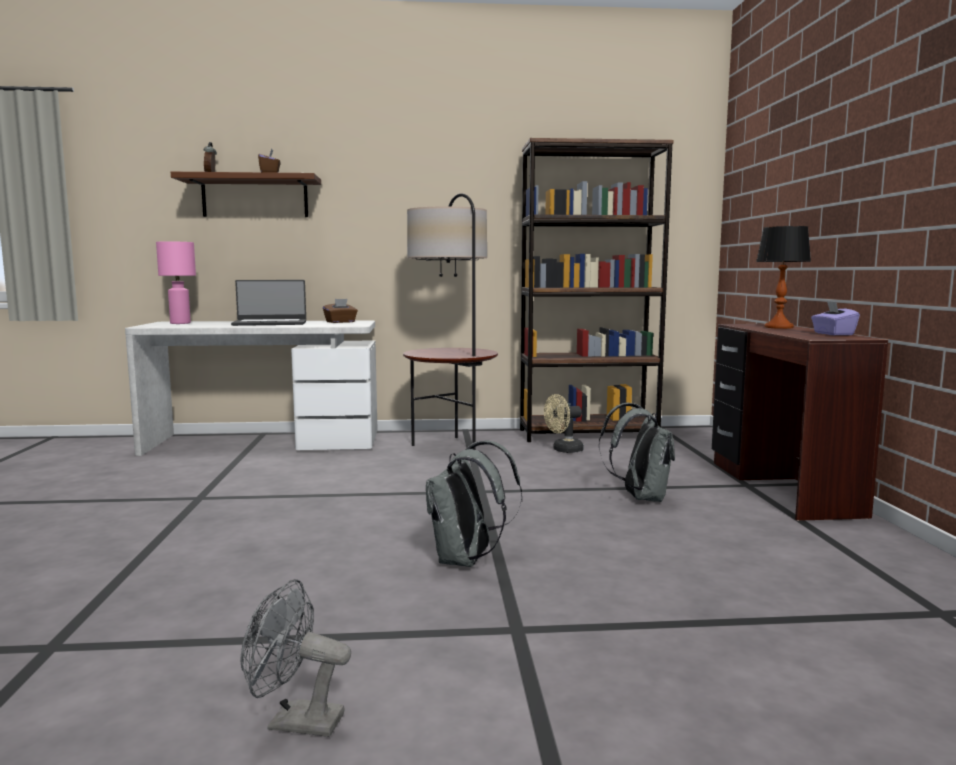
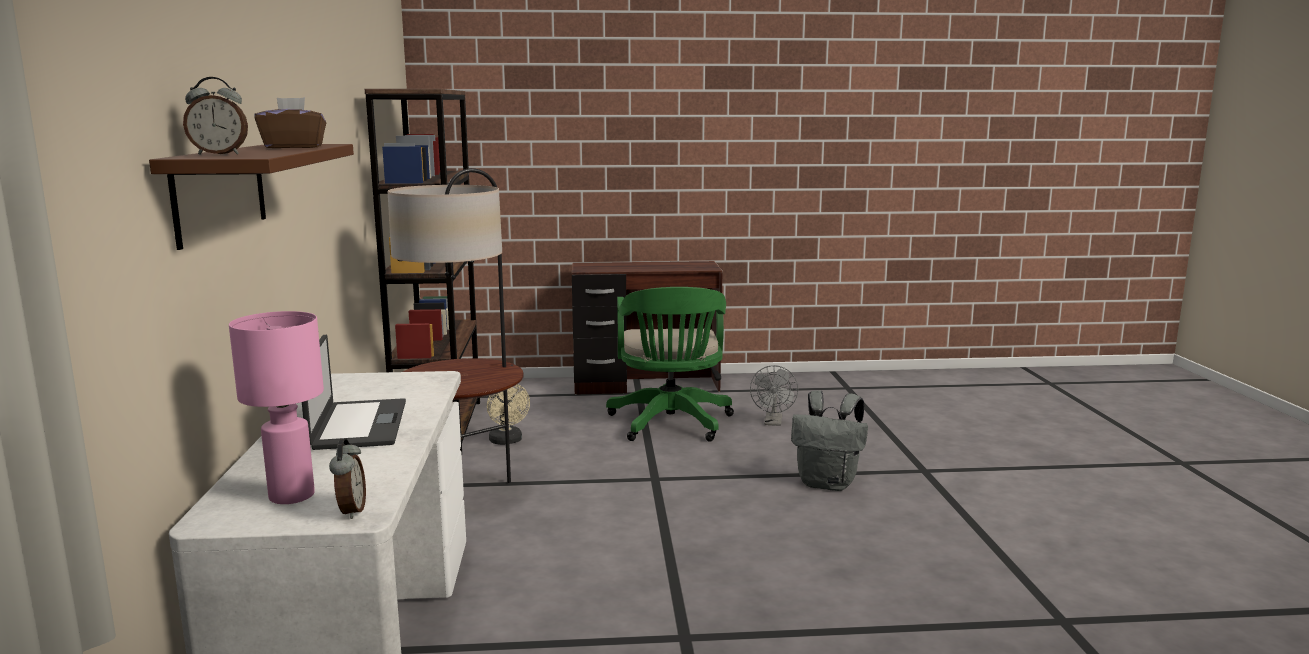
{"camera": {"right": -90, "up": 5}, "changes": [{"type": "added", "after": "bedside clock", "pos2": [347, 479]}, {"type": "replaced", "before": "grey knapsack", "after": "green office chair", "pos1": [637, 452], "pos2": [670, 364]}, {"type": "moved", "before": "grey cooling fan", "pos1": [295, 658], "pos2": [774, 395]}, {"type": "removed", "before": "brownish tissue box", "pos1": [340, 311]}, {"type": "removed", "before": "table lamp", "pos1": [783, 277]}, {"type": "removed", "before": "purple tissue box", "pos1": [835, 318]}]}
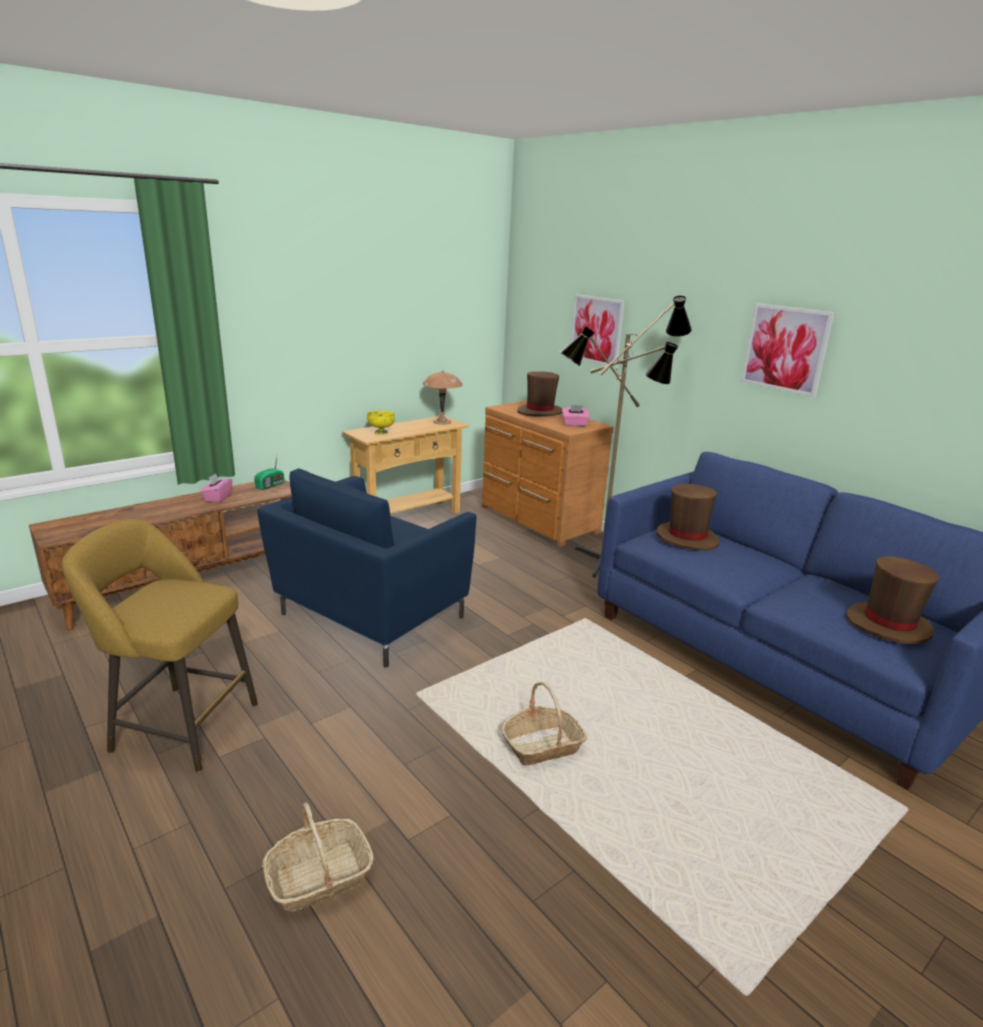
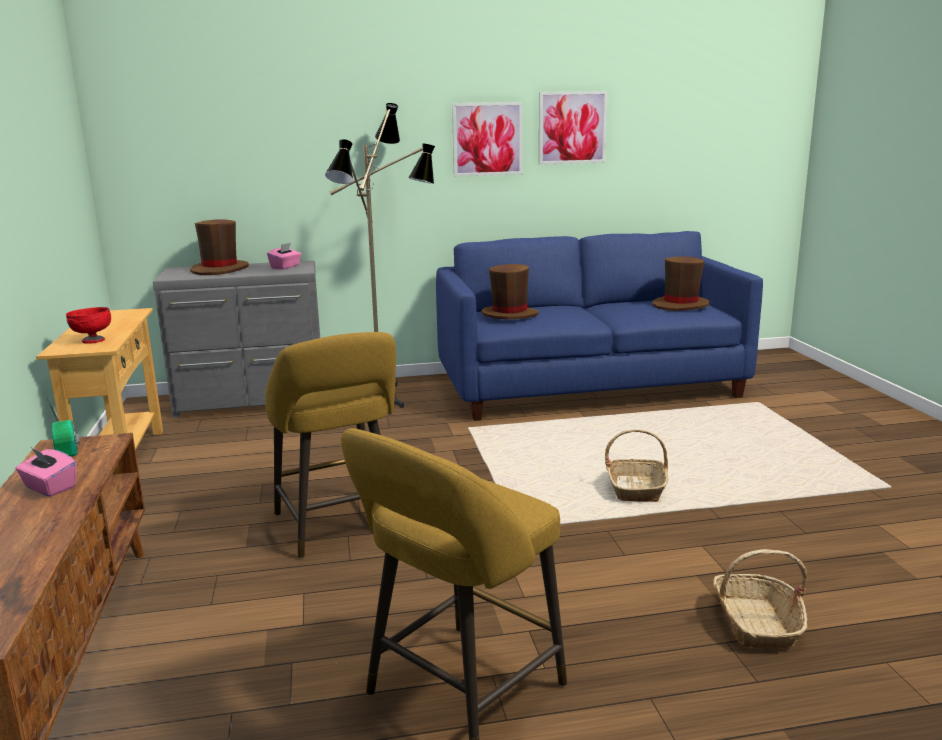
{"camera": {"right": -60, "up": -5}, "changes": [{"type": "recoloured", "before": "yellow-coloured serving bowl", "after": "reddish serving bowl", "pos1": [381, 423], "pos2": [88, 325]}, {"type": "recoloured", "before": "brownish drawer chest", "after": "grey drawer chest", "pos1": [548, 474], "pos2": [236, 339]}, {"type": "replaced", "before": "blue easy chair", "after": "yellow-coloured sitting stool", "pos1": [366, 567], "pos2": [330, 445]}, {"type": "moved", "before": "wall picture", "pos1": [598, 331], "pos2": [573, 128]}, {"type": "removed", "before": "brownish table lamp", "pos1": [443, 397]}]}
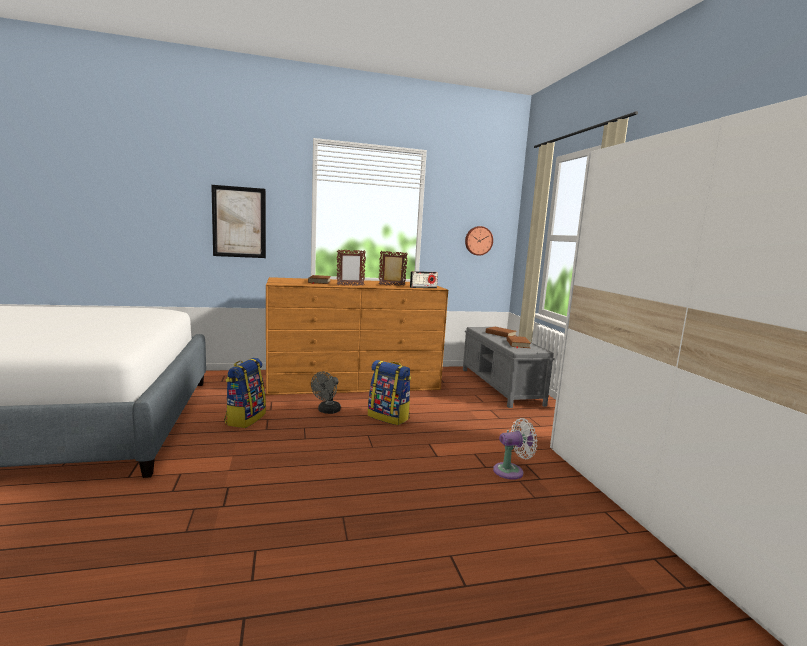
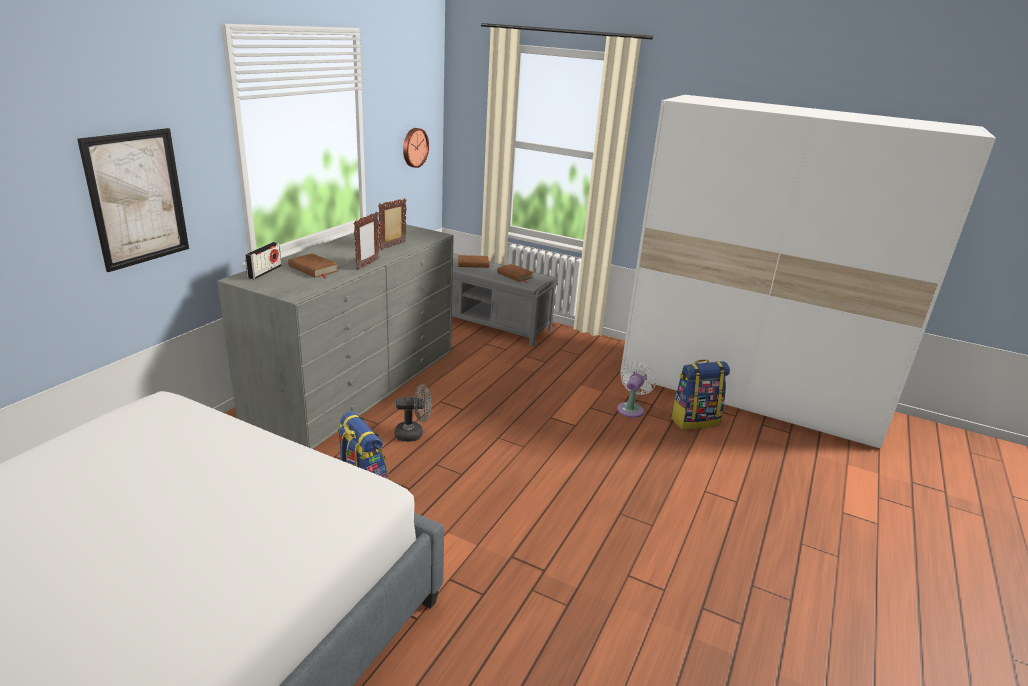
{"camera": {"right": -50, "up": 15}, "changes": [{"type": "recoloured", "before": "brownish drawer chest", "after": "grey drawer chest", "pos1": [357, 336], "pos2": [335, 336]}, {"type": "moved", "before": "radio receiver", "pos1": [424, 279], "pos2": [263, 260]}, {"type": "turned", "before": "grey cooling fan", "pos1": [326, 393], "pos2": [413, 413], "turn": -75}, {"type": "moved", "before": "knapsack", "pos1": [389, 392], "pos2": [700, 395]}]}
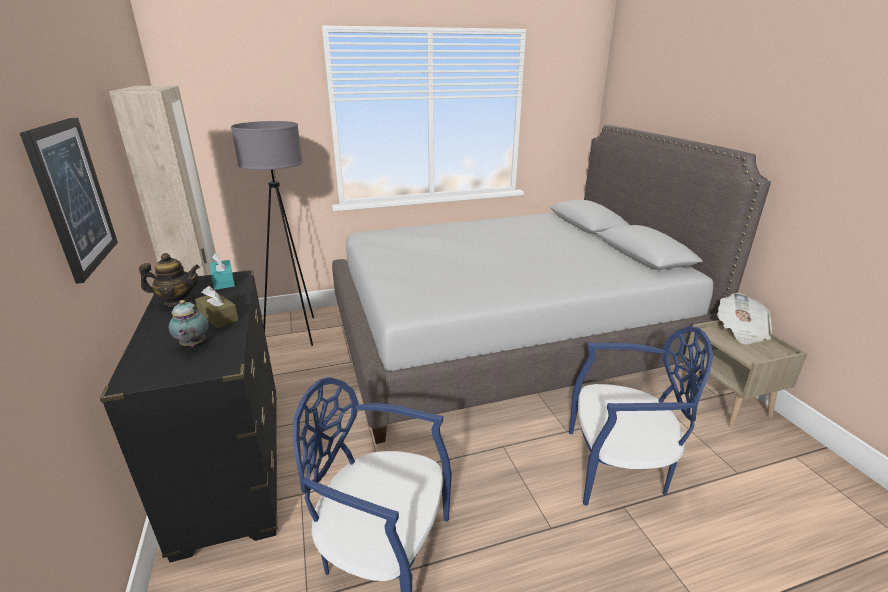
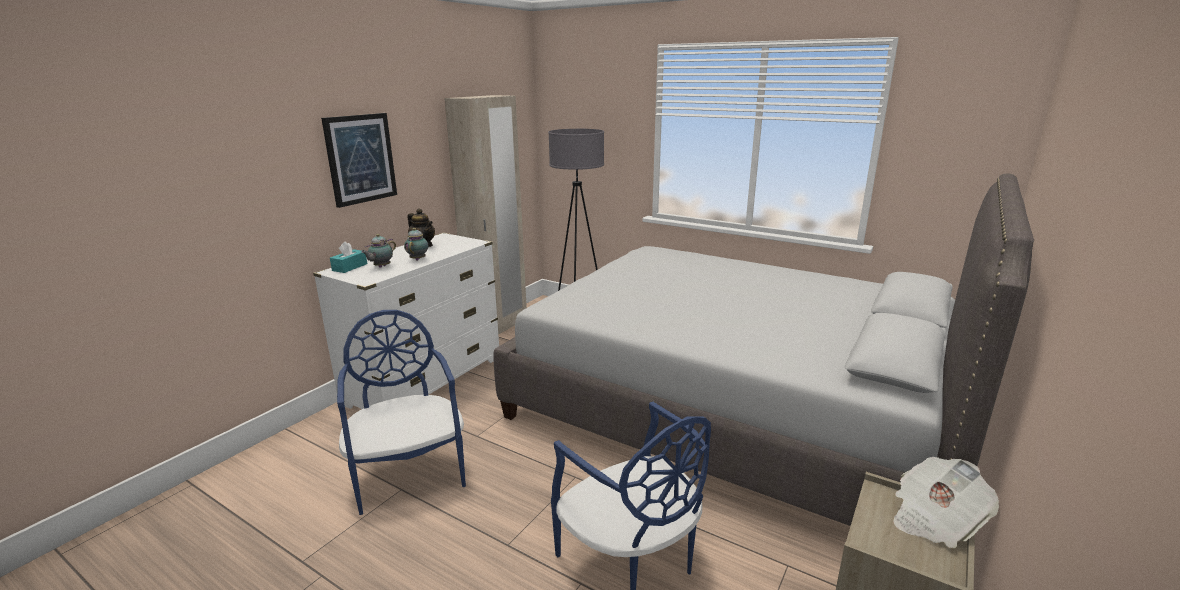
{"camera": {"right": 50, "up": -5}, "changes": [{"type": "recoloured", "before": "black drawer chest", "after": "white-coloured drawer chest", "pos1": [189, 416], "pos2": [406, 320]}, {"type": "moved", "before": "turquoise tissue box", "pos1": [222, 271], "pos2": [348, 257]}, {"type": "replaced", "before": "brownish tissue box", "after": "pot for tea", "pos1": [217, 307], "pos2": [416, 244]}]}
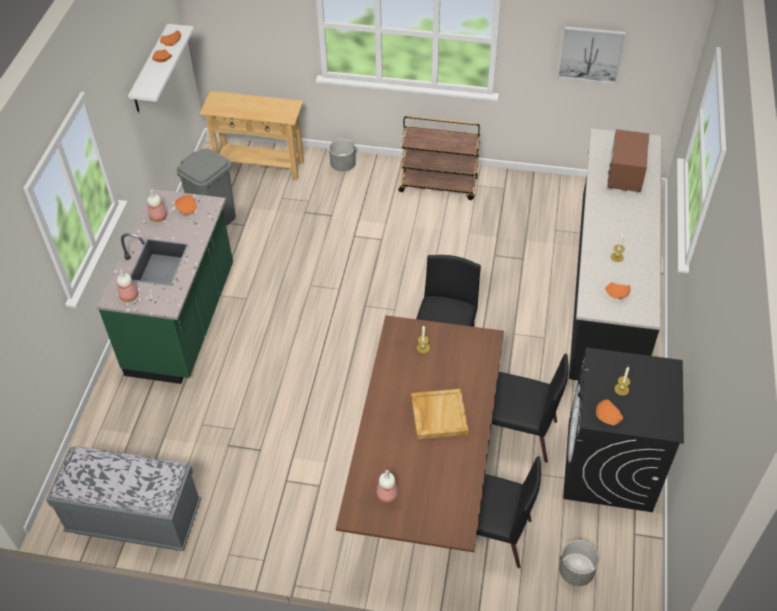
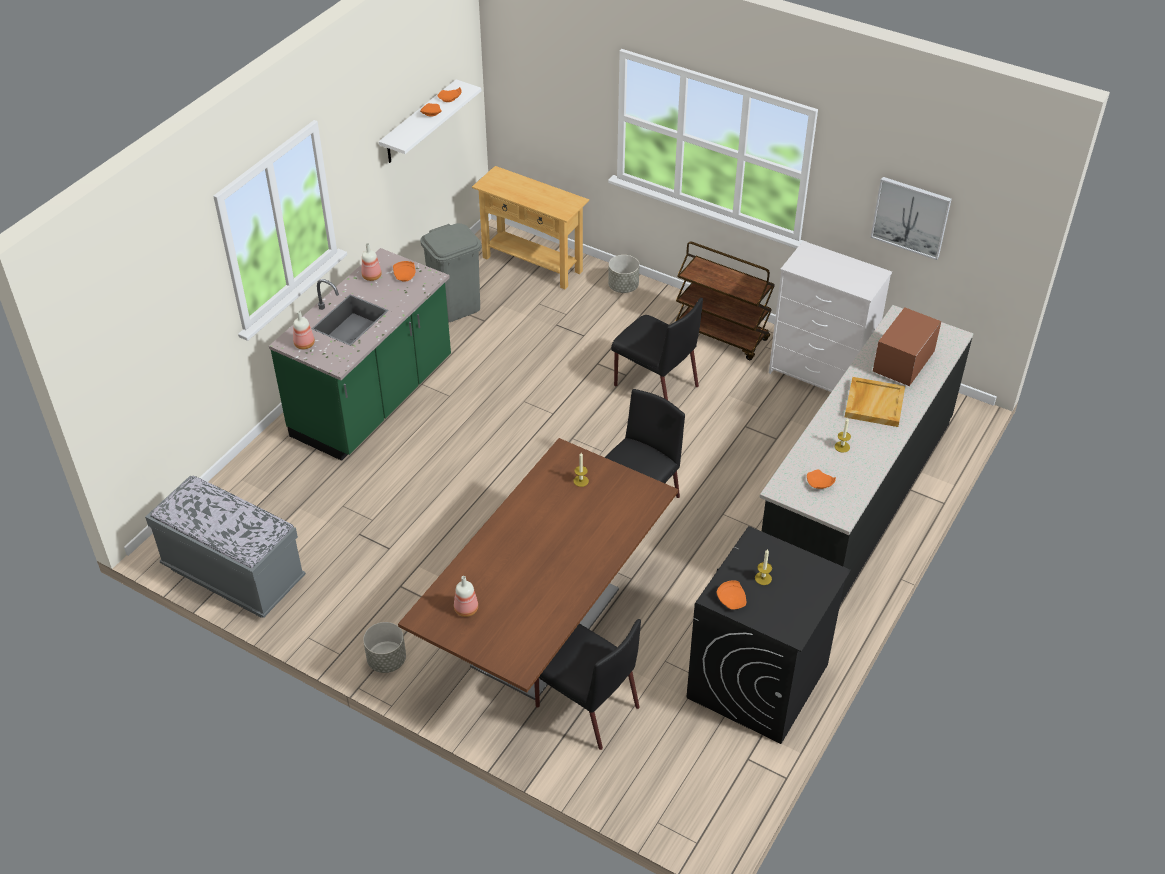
{"camera": {"right": 20, "up": -5}, "changes": [{"type": "moved", "before": "grey planter", "pos1": [579, 563], "pos2": [384, 647]}, {"type": "moved", "before": "black plain chair", "pos1": [530, 408], "pos2": [657, 349]}, {"type": "added", "after": "white-coloured drawer chest", "pos2": [830, 316]}, {"type": "moved", "before": "beige-coloured tray", "pos1": [439, 414], "pos2": [875, 402]}]}
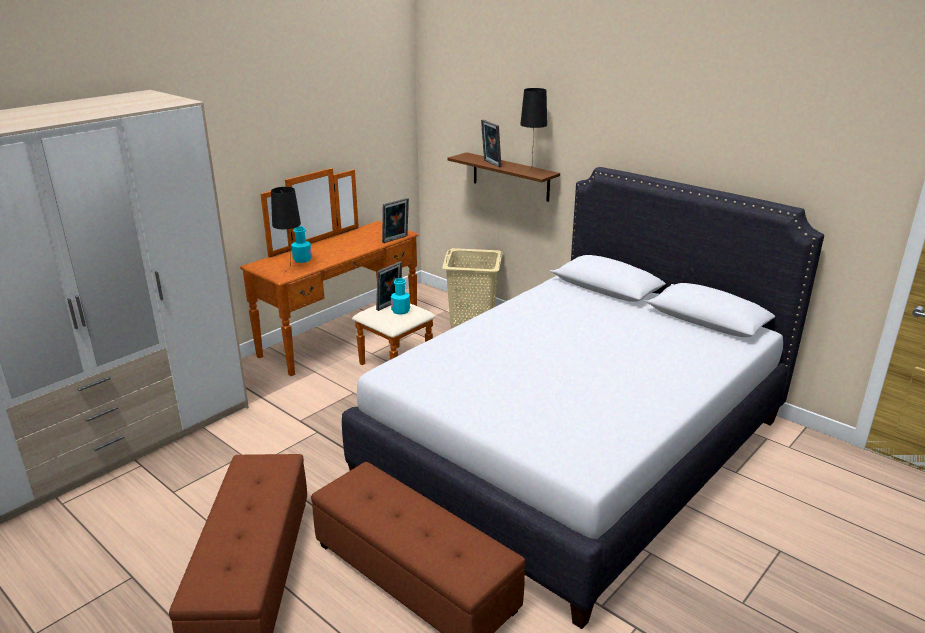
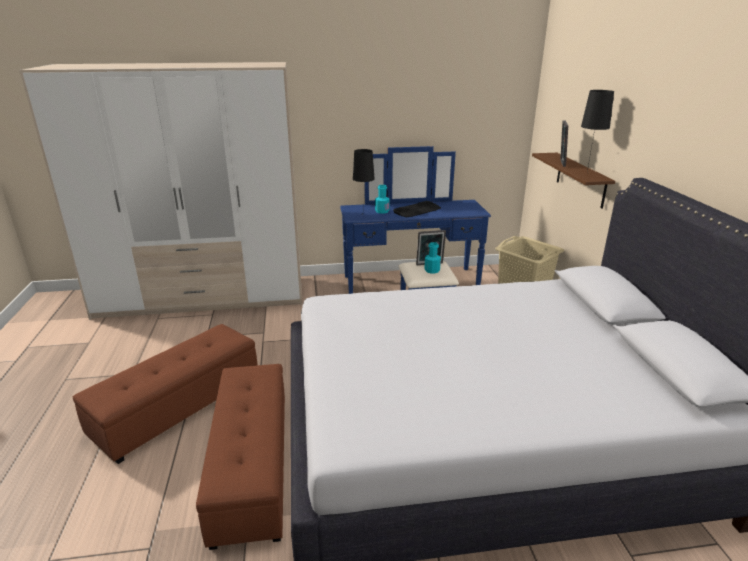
{"camera": {"right": 40, "up": 0}, "changes": [{"type": "recoloured", "before": "brownish drawer chest", "after": "blue drawer chest", "pos1": [337, 272], "pos2": [415, 220]}, {"type": "added", "after": "computer keyboard", "pos2": [417, 209]}, {"type": "removed", "before": "picture frame", "pos1": [395, 220]}]}
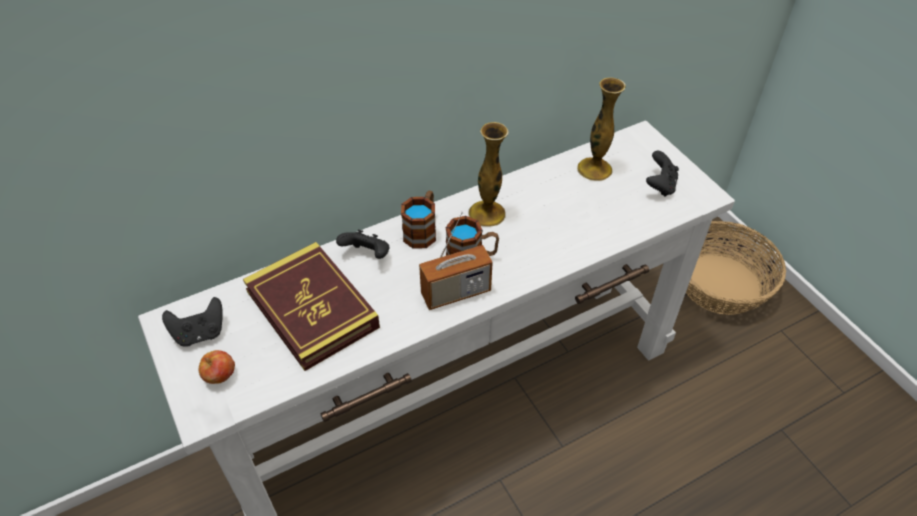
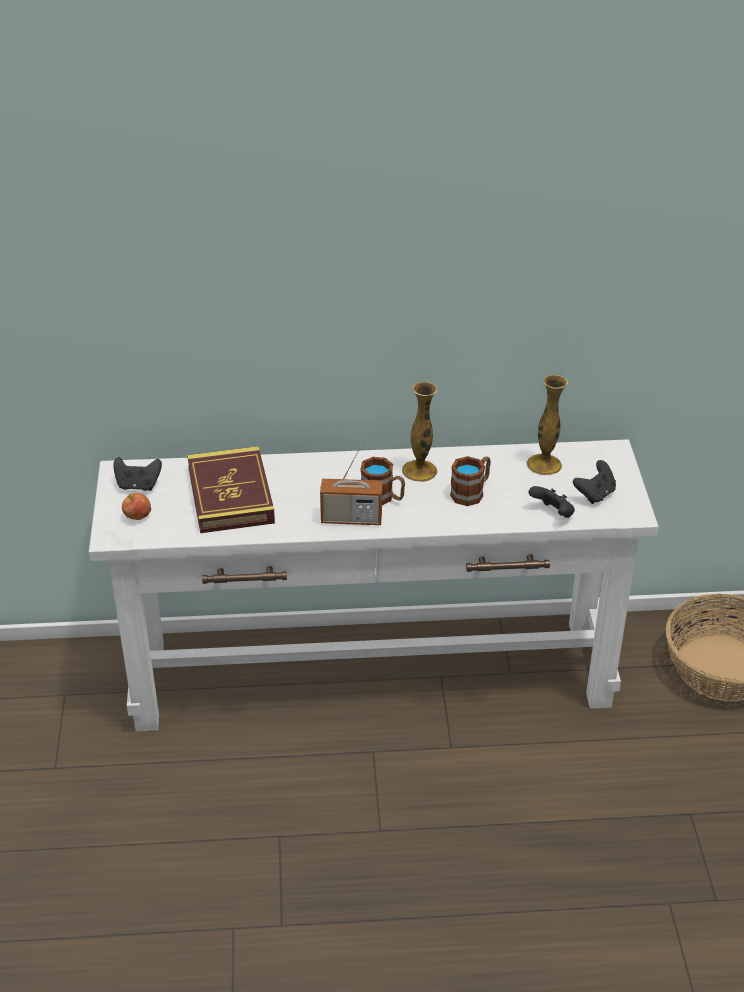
{"camera": {"right": 25, "up": -10}, "changes": [{"type": "moved", "before": "coffee mug", "pos1": [418, 220], "pos2": [470, 481]}, {"type": "moved", "before": "black joypad", "pos1": [362, 244], "pos2": [551, 502]}]}
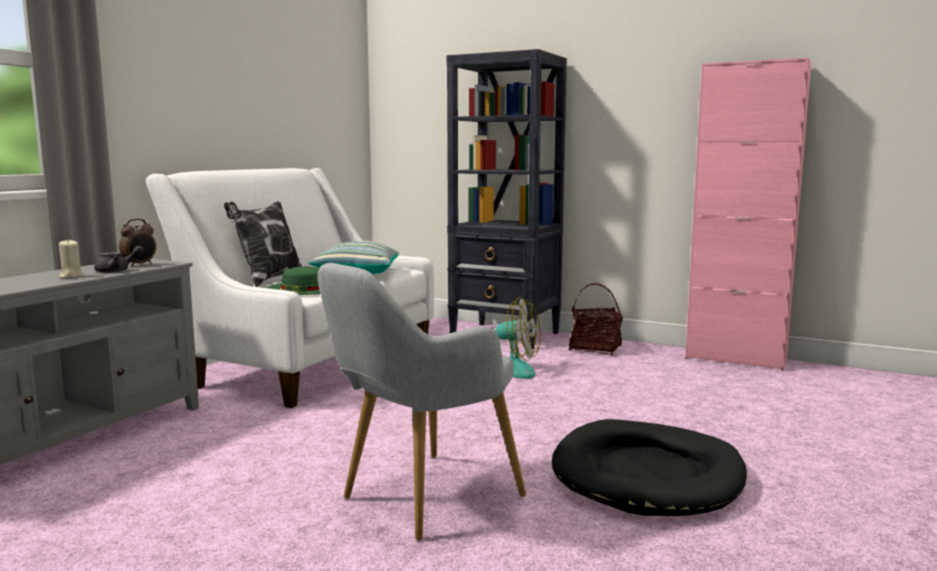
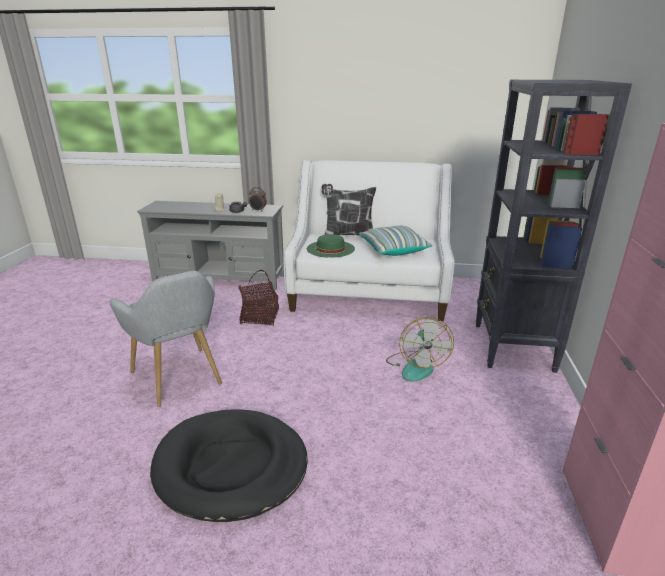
{"camera": {"right": 70, "up": 15}, "changes": [{"type": "turned", "before": "grey easy chair", "pos1": [422, 401], "pos2": [166, 339], "turn": -150}, {"type": "moved", "before": "storage basket", "pos1": [595, 319], "pos2": [259, 297]}]}
